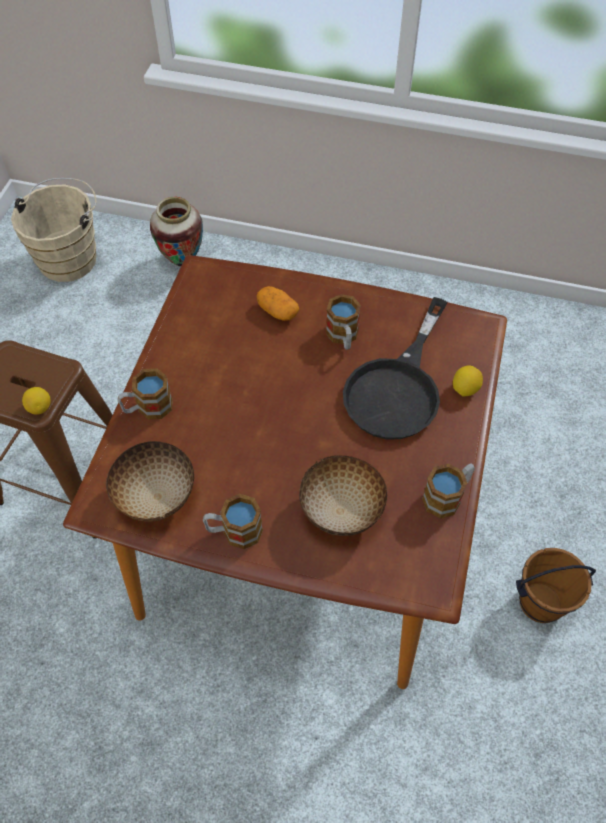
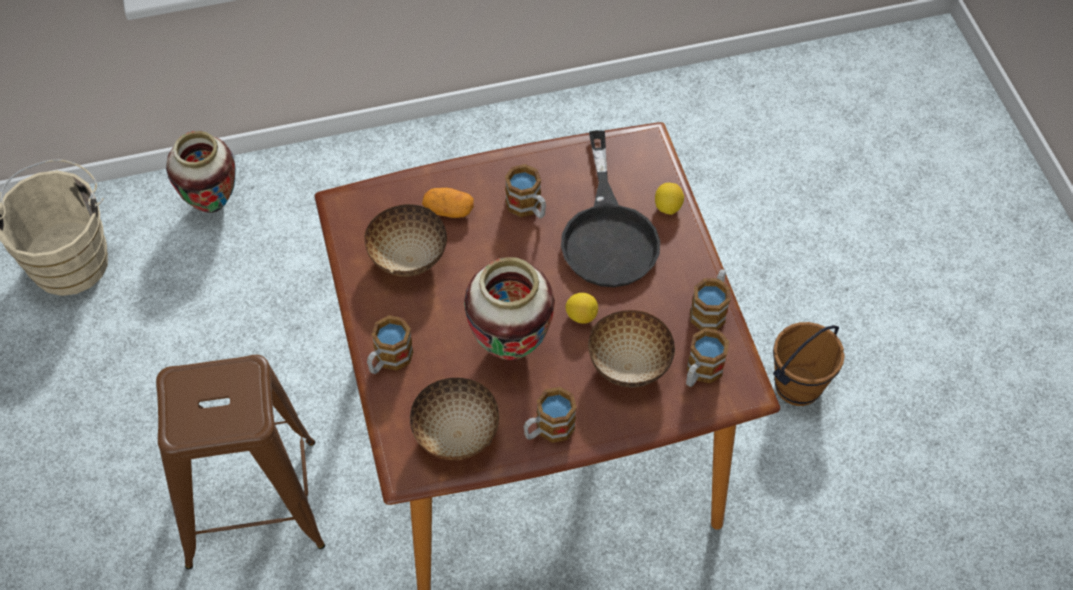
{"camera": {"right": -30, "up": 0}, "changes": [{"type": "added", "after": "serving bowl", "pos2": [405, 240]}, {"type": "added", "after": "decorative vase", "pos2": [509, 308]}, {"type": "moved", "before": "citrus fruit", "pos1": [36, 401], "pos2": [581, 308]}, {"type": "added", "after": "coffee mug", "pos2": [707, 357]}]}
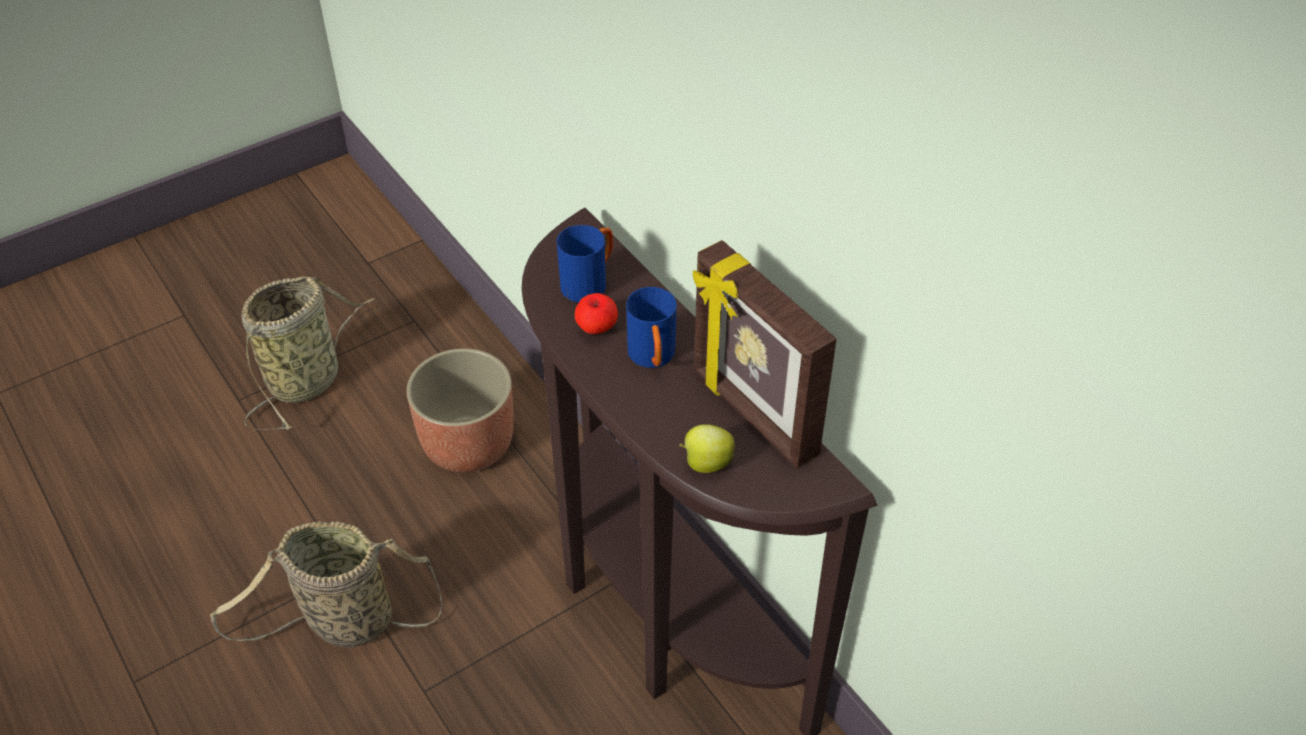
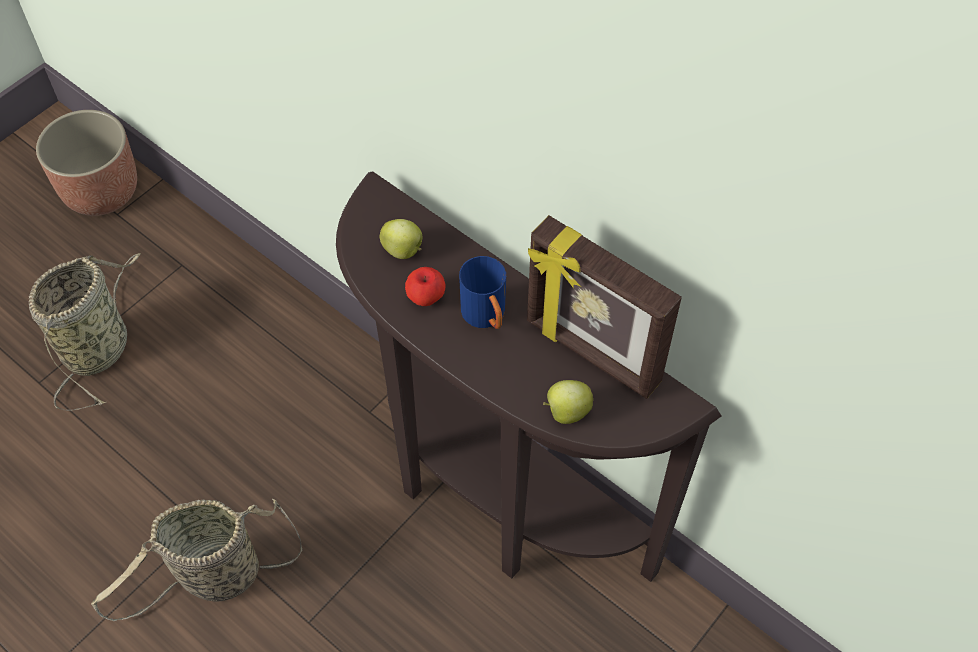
{"camera": {"right": -15, "up": 10}, "changes": [{"type": "moved", "before": "planter", "pos1": [460, 410], "pos2": [86, 163]}, {"type": "replaced", "before": "blue coffee mug", "after": "whole apple", "pos1": [585, 264], "pos2": [400, 239]}]}
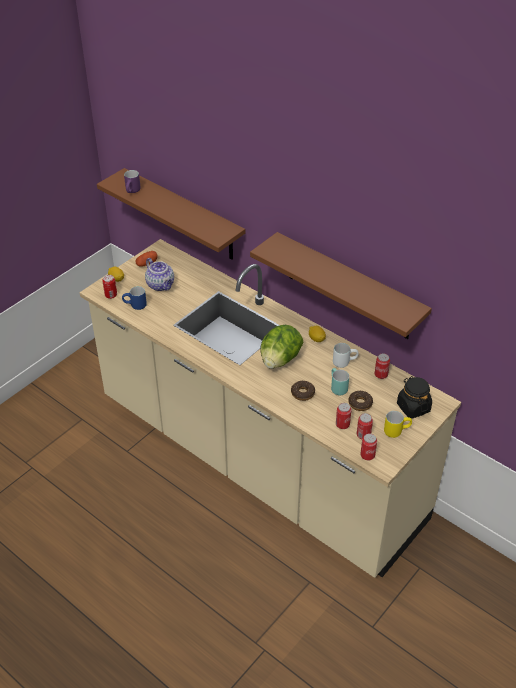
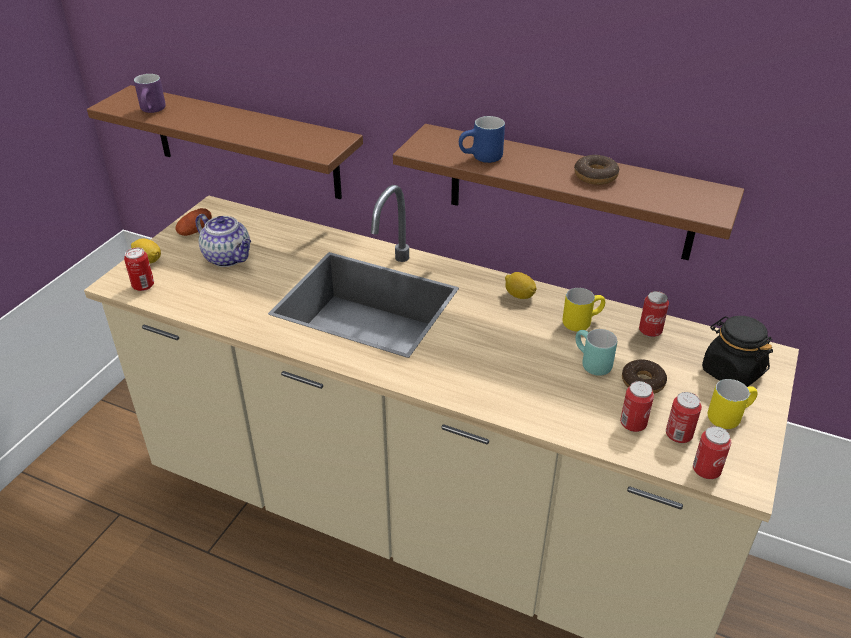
{"camera": {"right": -15, "up": -5}, "changes": [{"type": "moved", "before": "blue coffee mug", "pos1": [134, 298], "pos2": [482, 139]}, {"type": "recoloured", "before": "white-coloured coffee mug", "after": "yellow-coloured coffee mug", "pos1": [346, 355], "pos2": [583, 310]}, {"type": "moved", "before": "ring doughnut", "pos1": [303, 391], "pos2": [596, 170]}, {"type": "removed", "before": "head of lettuce", "pos1": [281, 347]}]}
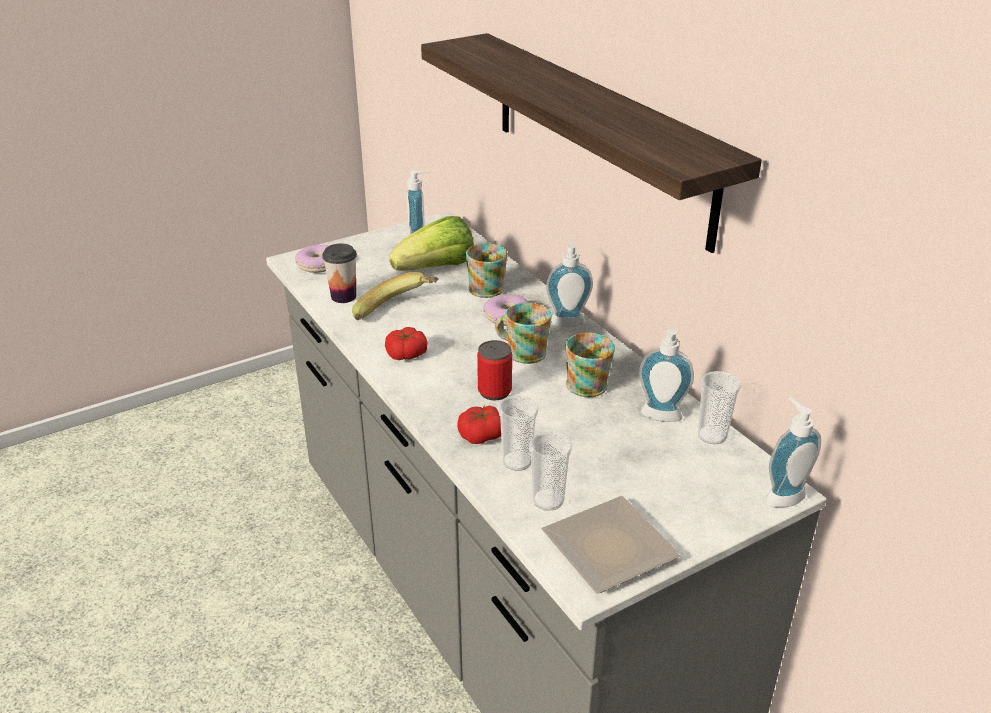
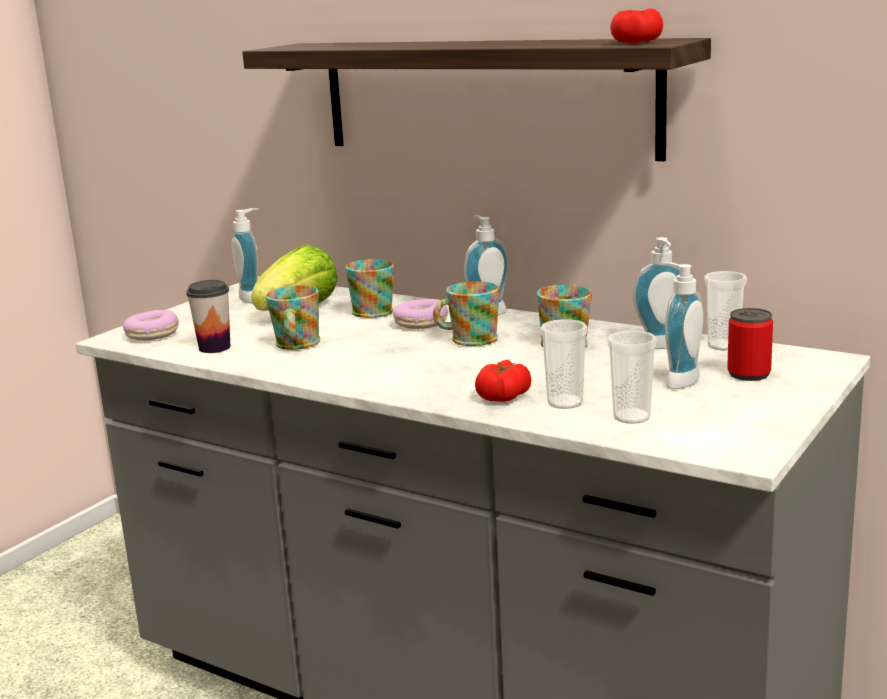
{"camera": {"right": -25, "up": -15}, "changes": [{"type": "replaced", "before": "banana", "after": "coffee mug", "pos1": [395, 296], "pos2": [293, 317]}, {"type": "moved", "before": "whole tomato", "pos1": [406, 343], "pos2": [636, 26]}, {"type": "moved", "before": "soap dispenser", "pos1": [793, 452], "pos2": [682, 326]}, {"type": "moved", "before": "sealed can", "pos1": [494, 370], "pos2": [750, 344]}, {"type": "removed", "before": "plate", "pos1": [611, 545]}]}
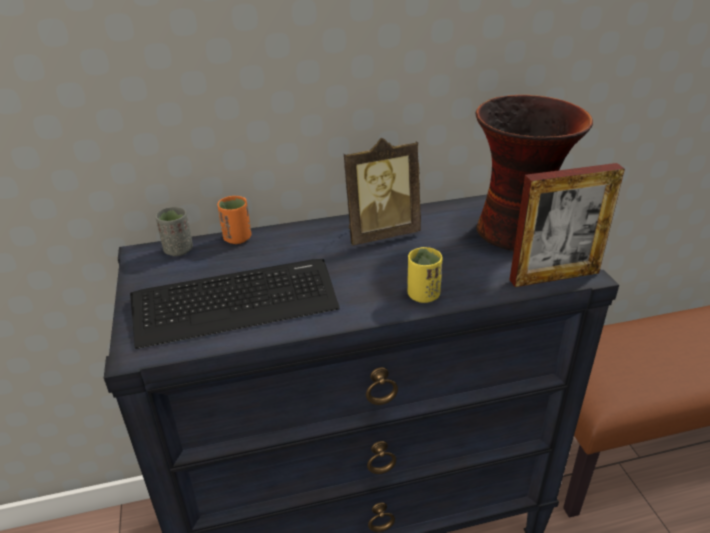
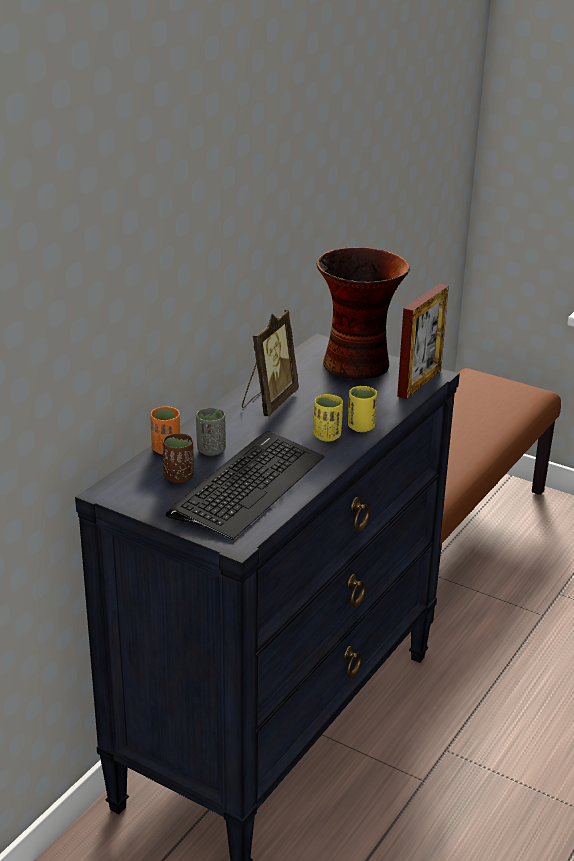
{"camera": {"right": -45, "up": -5}, "changes": [{"type": "added", "after": "brownish cup", "pos2": [178, 458]}, {"type": "moved", "before": "grey cup", "pos1": [174, 231], "pos2": [211, 432]}, {"type": "added", "after": "yellow-coloured cup", "pos2": [328, 418]}]}
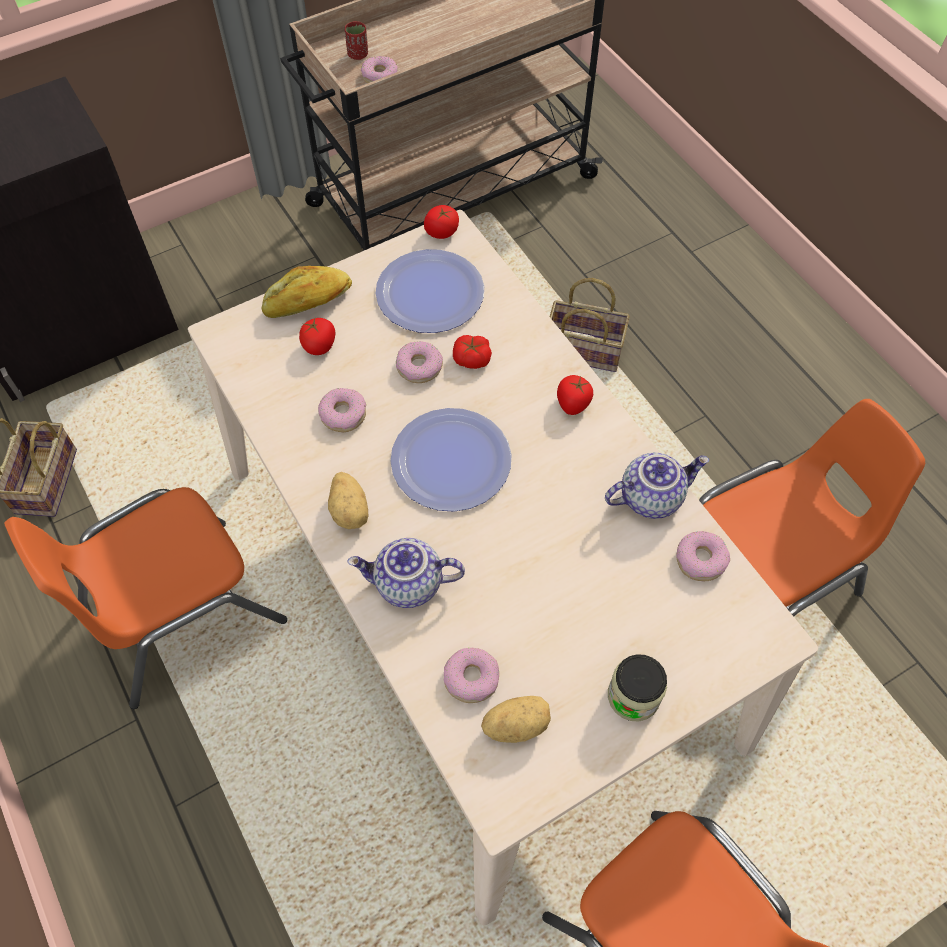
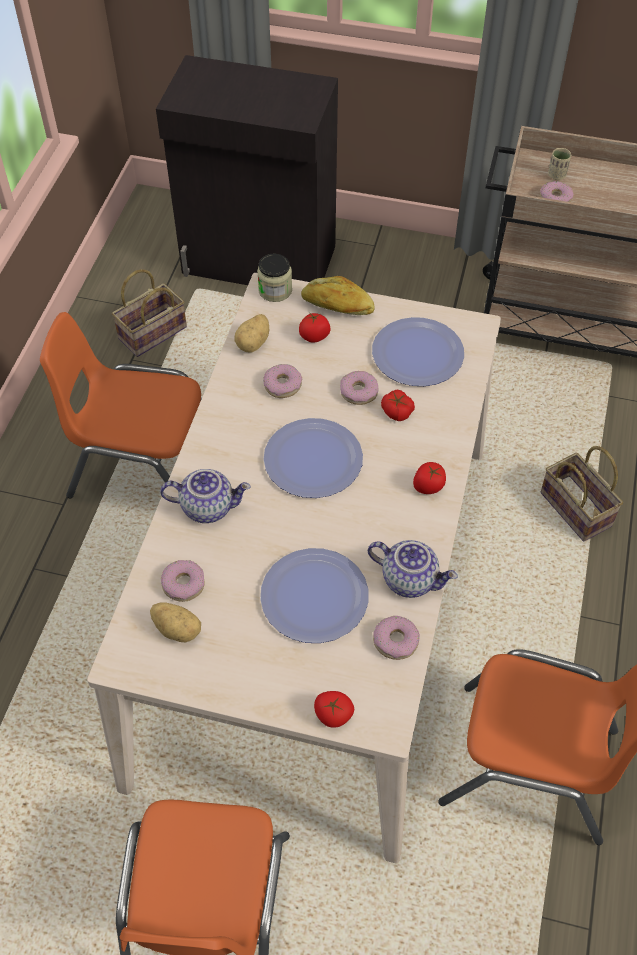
{"camera": {"right": 45, "up": -5}, "changes": [{"type": "turned", "before": "pot for tea", "pos1": [406, 573], "pos2": [205, 496], "turn": 135}, {"type": "moved", "before": "spud", "pos1": [348, 500], "pos2": [251, 333]}, {"type": "moved", "before": "storage jar", "pos1": [637, 688], "pos2": [274, 278]}, {"type": "added", "after": "plate", "pos2": [314, 595]}, {"type": "moved", "before": "whole tomato", "pos1": [441, 222], "pos2": [334, 709]}, {"type": "recoloured", "before": "reddish cup", "after": "beige-coloured cup", "pos1": [356, 40], "pos2": [559, 164]}]}
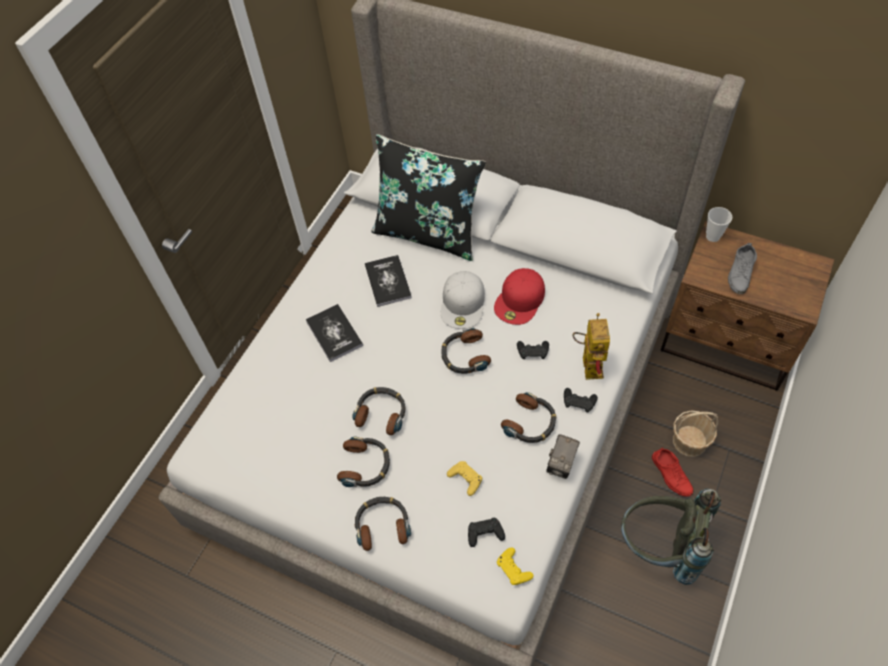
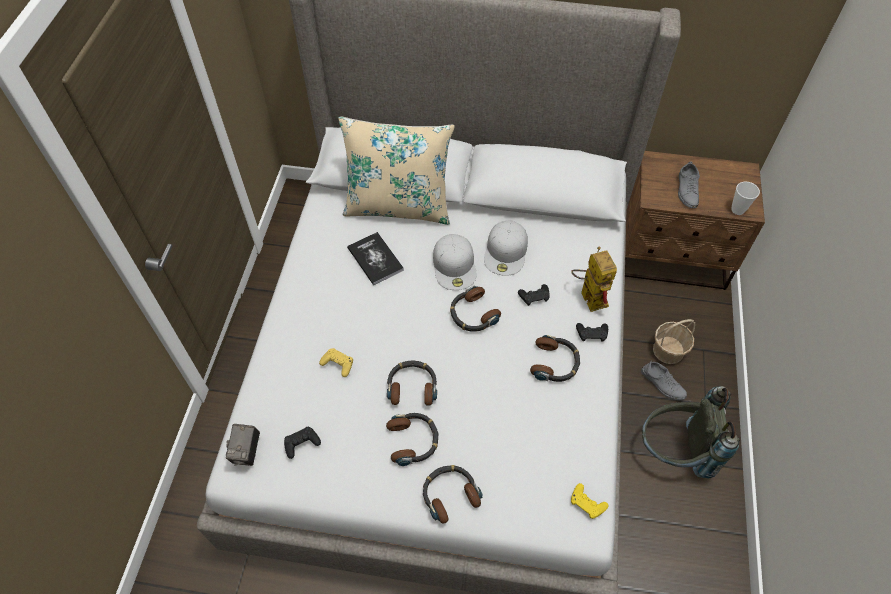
{"camera": {"right": -20, "up": 0}, "changes": [{"type": "moved", "before": "photo camera", "pos1": [563, 456], "pos2": [243, 445]}, {"type": "moved", "before": "black joypad", "pos1": [486, 532], "pos2": [302, 442]}, {"type": "moved", "before": "yellow-coloured joypad", "pos1": [464, 478], "pos2": [336, 362]}, {"type": "recoloured", "before": "black pillow", "after": "beige-coloured pillow", "pos1": [428, 197], "pos2": [397, 170]}, {"type": "recoloured", "before": "reddish baseball cap", "after": "white-coloured baseball cap", "pos1": [519, 296], "pos2": [506, 248]}, {"type": "recoloured", "before": "reddish item of footwear", "after": "grey item of footwear", "pos1": [673, 472], "pos2": [664, 380]}, {"type": "moved", "before": "cup", "pos1": [719, 224], "pos2": [745, 198]}, {"type": "removed", "before": "bound book", "pos1": [334, 333]}]}
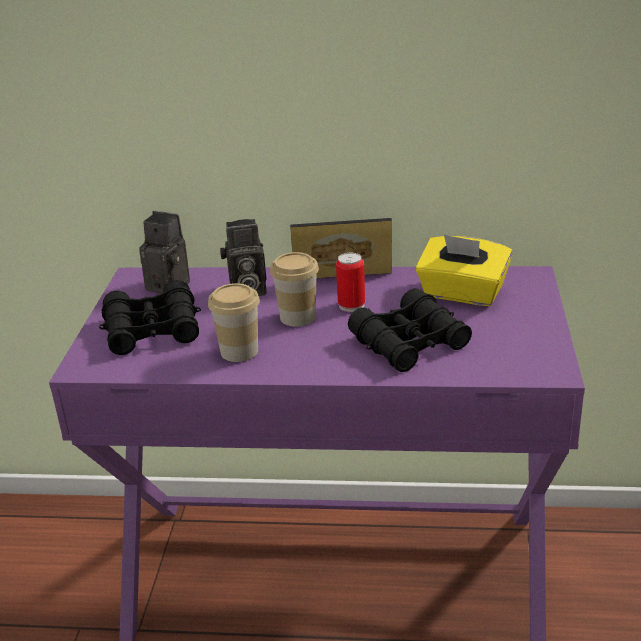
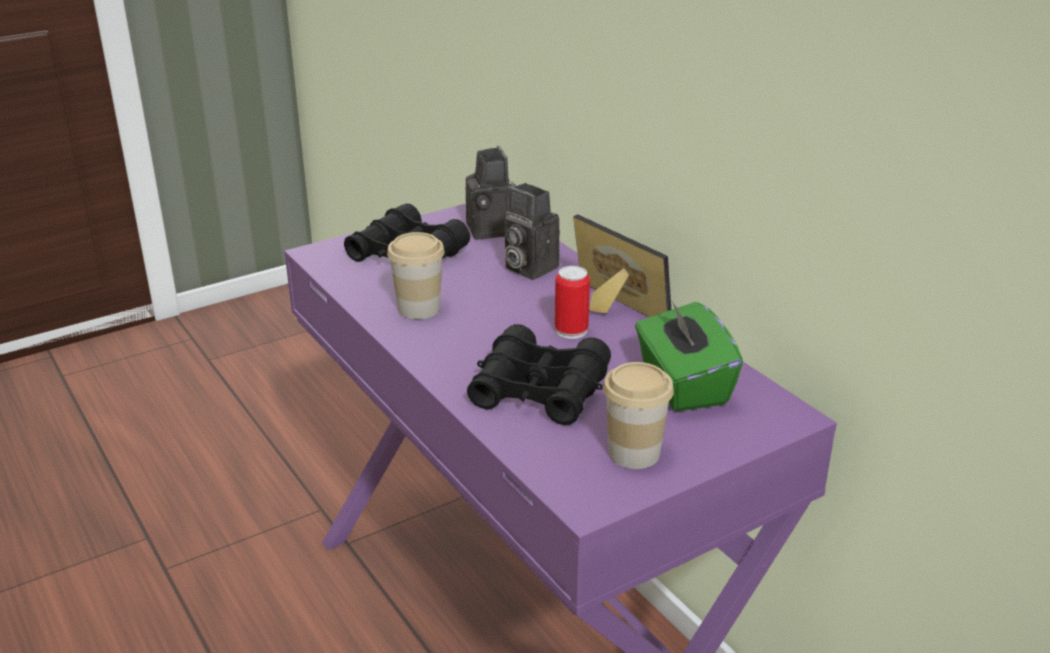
{"camera": {"right": 50, "up": 0}, "changes": [{"type": "moved", "before": "cup", "pos1": [294, 289], "pos2": [638, 415]}, {"type": "recoloured", "before": "yellow-coloured tissue box", "after": "green tissue box", "pos1": [464, 270], "pos2": [689, 353]}]}
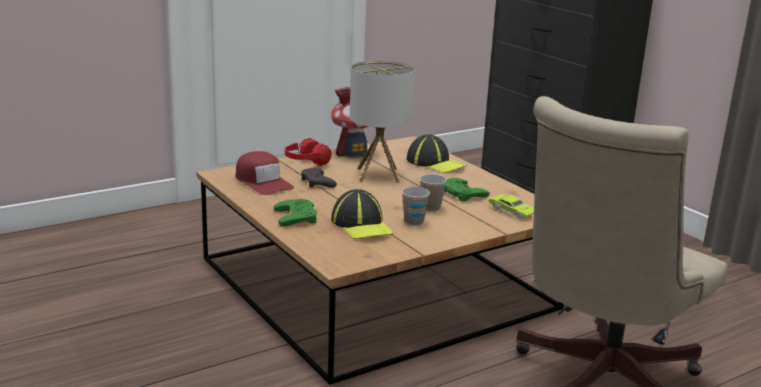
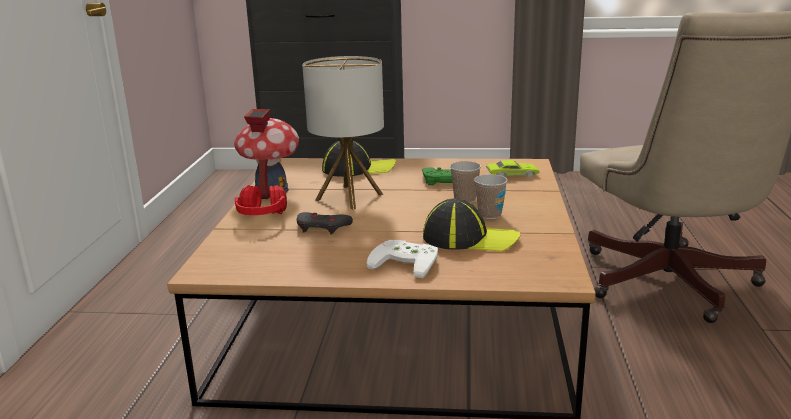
{"camera": {"right": -50, "up": 0}, "changes": [{"type": "recoloured", "before": "green joypad", "after": "white-coloured joypad", "pos1": [295, 213], "pos2": [402, 259]}, {"type": "removed", "before": "reddish baseball cap", "pos1": [265, 173]}]}
